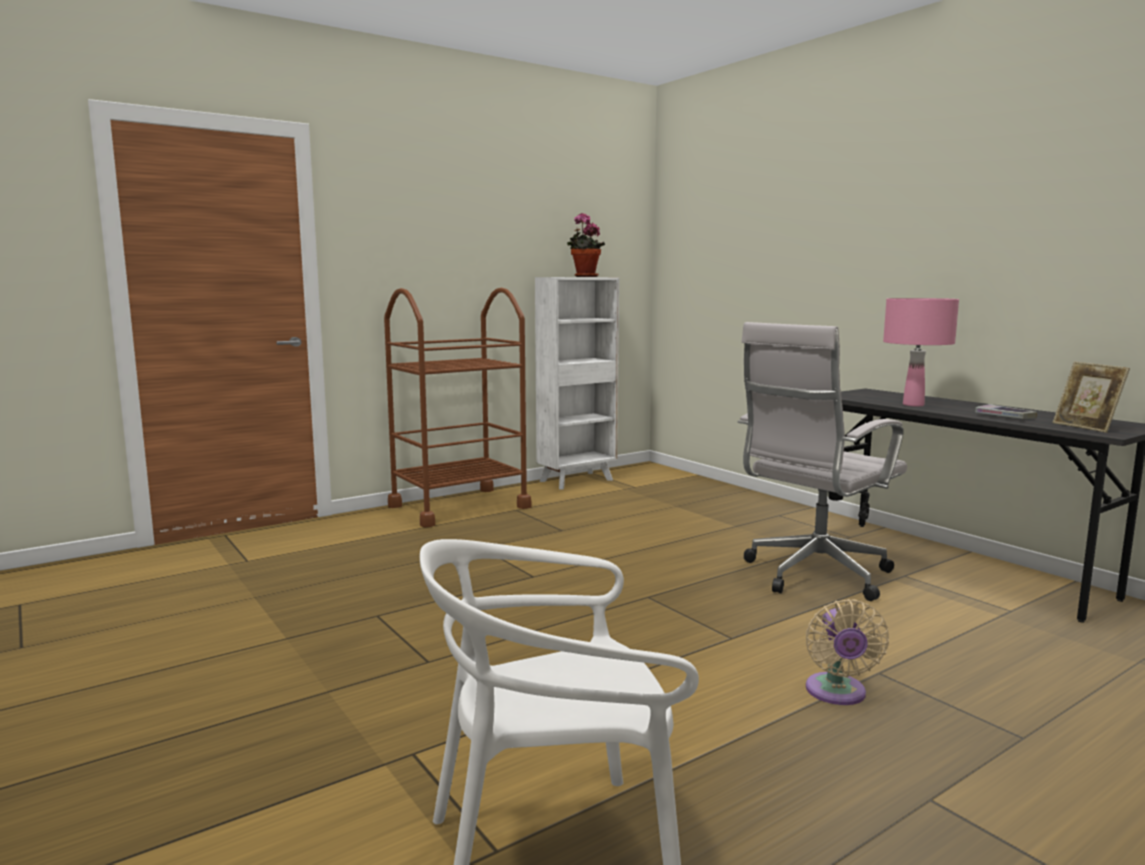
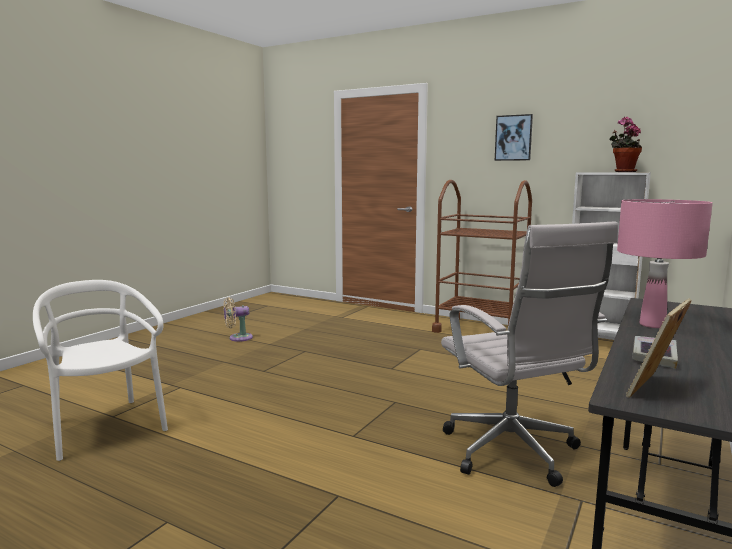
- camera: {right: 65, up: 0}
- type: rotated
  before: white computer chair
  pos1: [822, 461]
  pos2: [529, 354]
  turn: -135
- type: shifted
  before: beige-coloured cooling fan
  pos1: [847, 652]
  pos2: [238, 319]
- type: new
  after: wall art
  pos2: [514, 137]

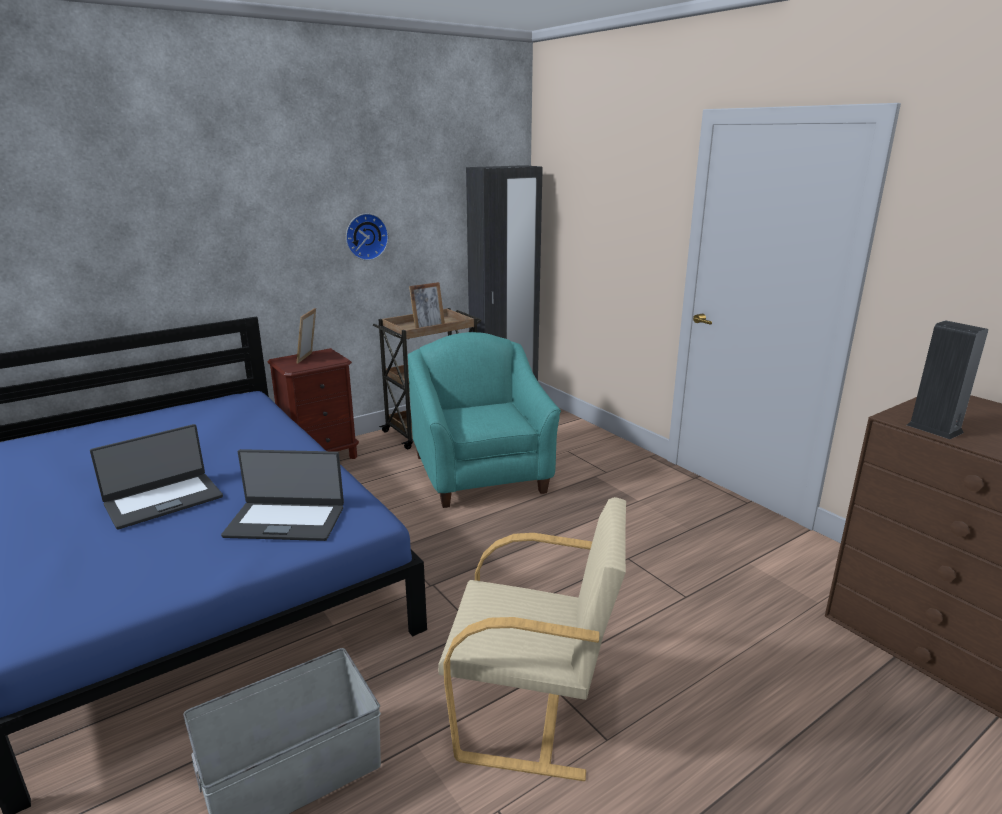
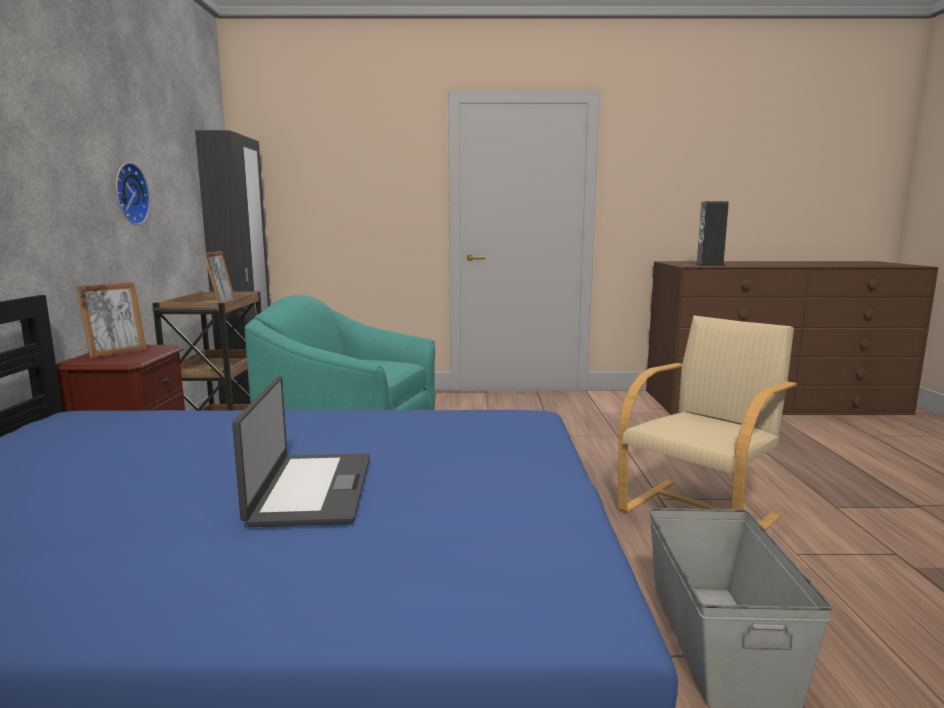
- camera: {right: -55, up: -10}
- type: gone
  before: laptop
  pos1: [282, 495]
- type: rotated
  before: photo frame
  pos1: [306, 336]
  pos2: [111, 320]
  turn: -90

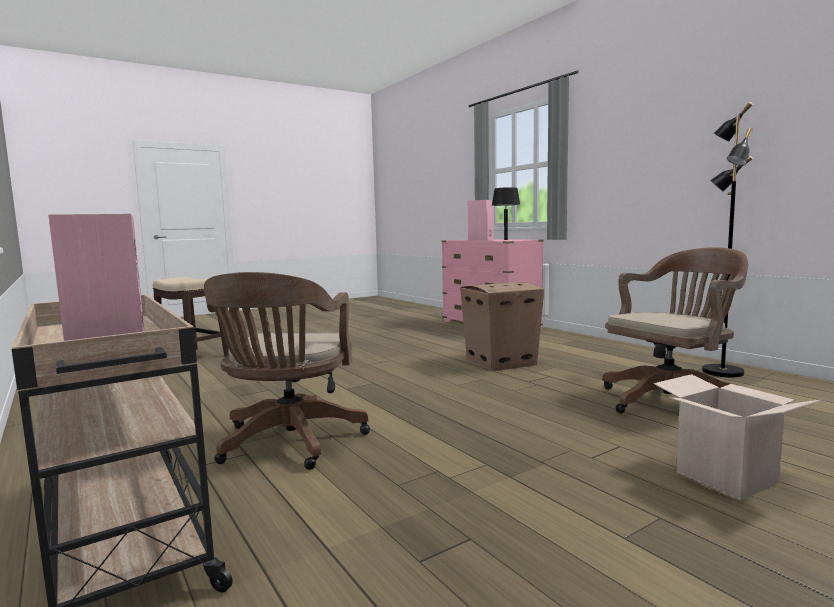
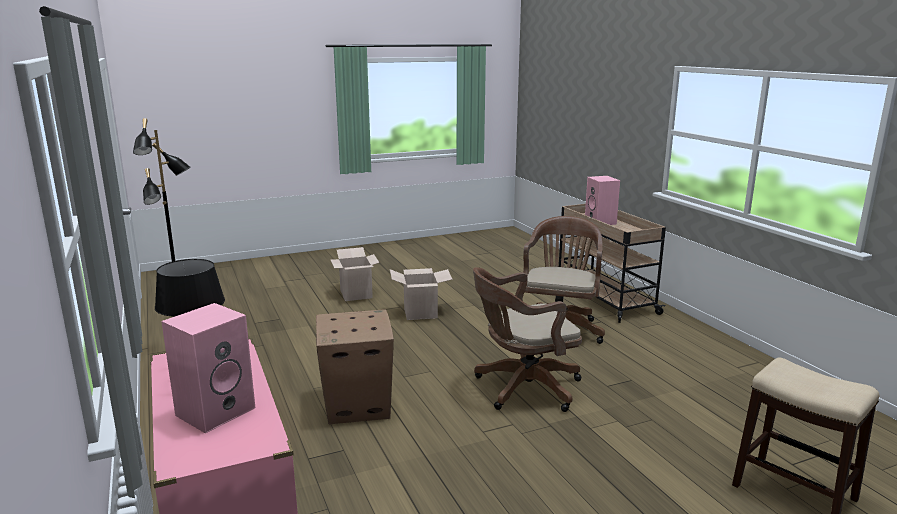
- camera: {right: -170, up: 10}
- type: shifted
  before: brown computer chair
  pos1: [675, 330]
  pos2: [527, 339]
- type: new
  after: cardboard box
  pos2: [421, 294]

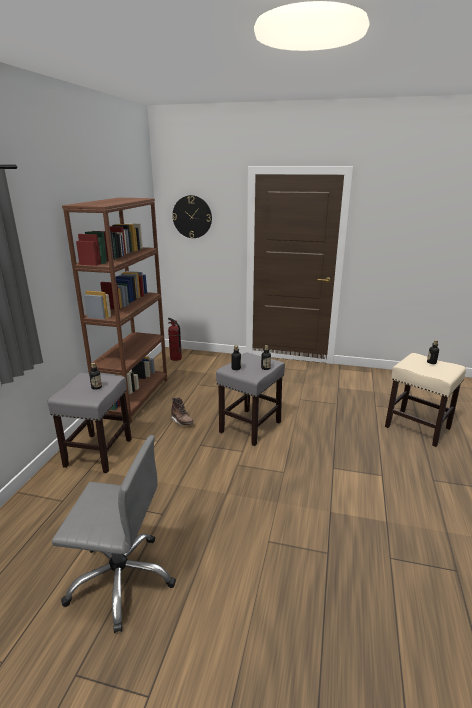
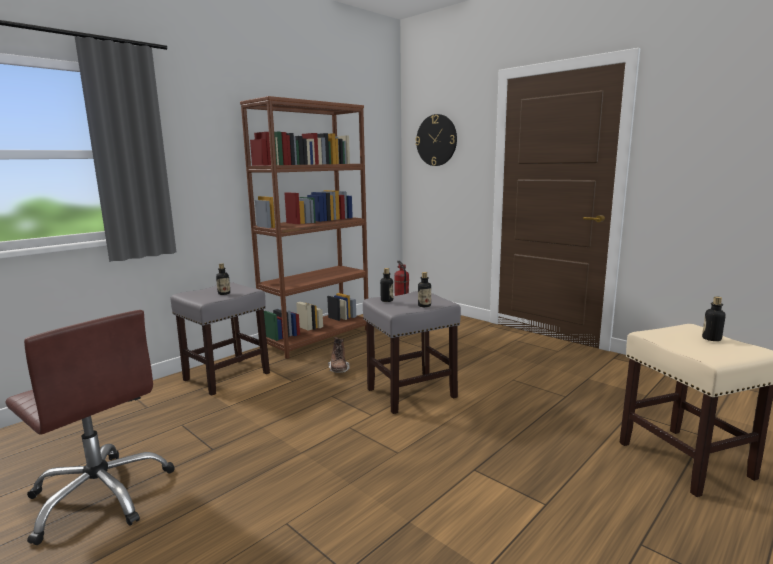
- camera: {right: 30, up: -10}
- type: repainted
  before: gray computer chair
  after: brown computer chair
  pos1: [114, 534]
  pos2: [90, 427]

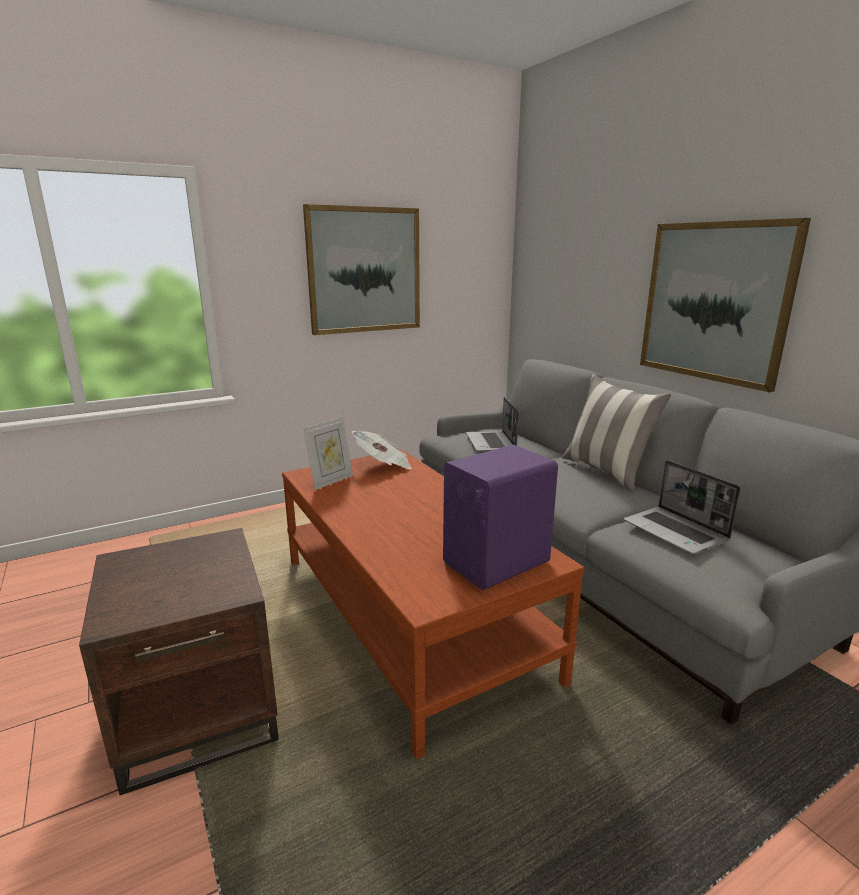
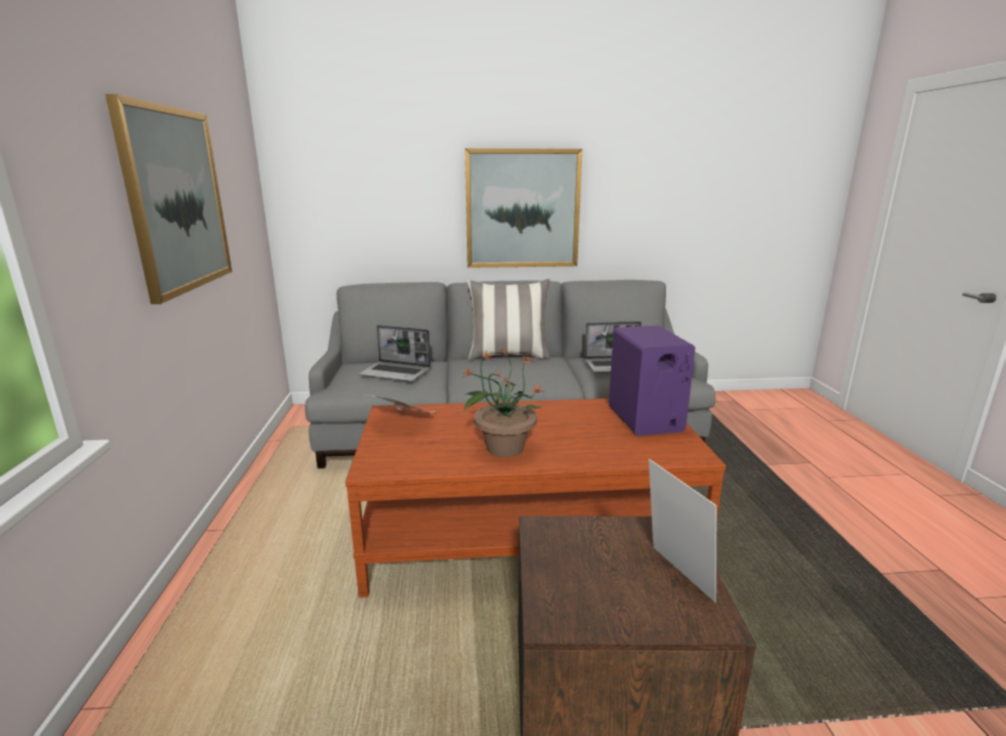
- camera: {right: -65, up: 0}
- type: shifted
  before: photo frame
  pos1: [328, 453]
  pos2: [682, 530]
- type: new
  after: houseplant
  pos2: [503, 402]

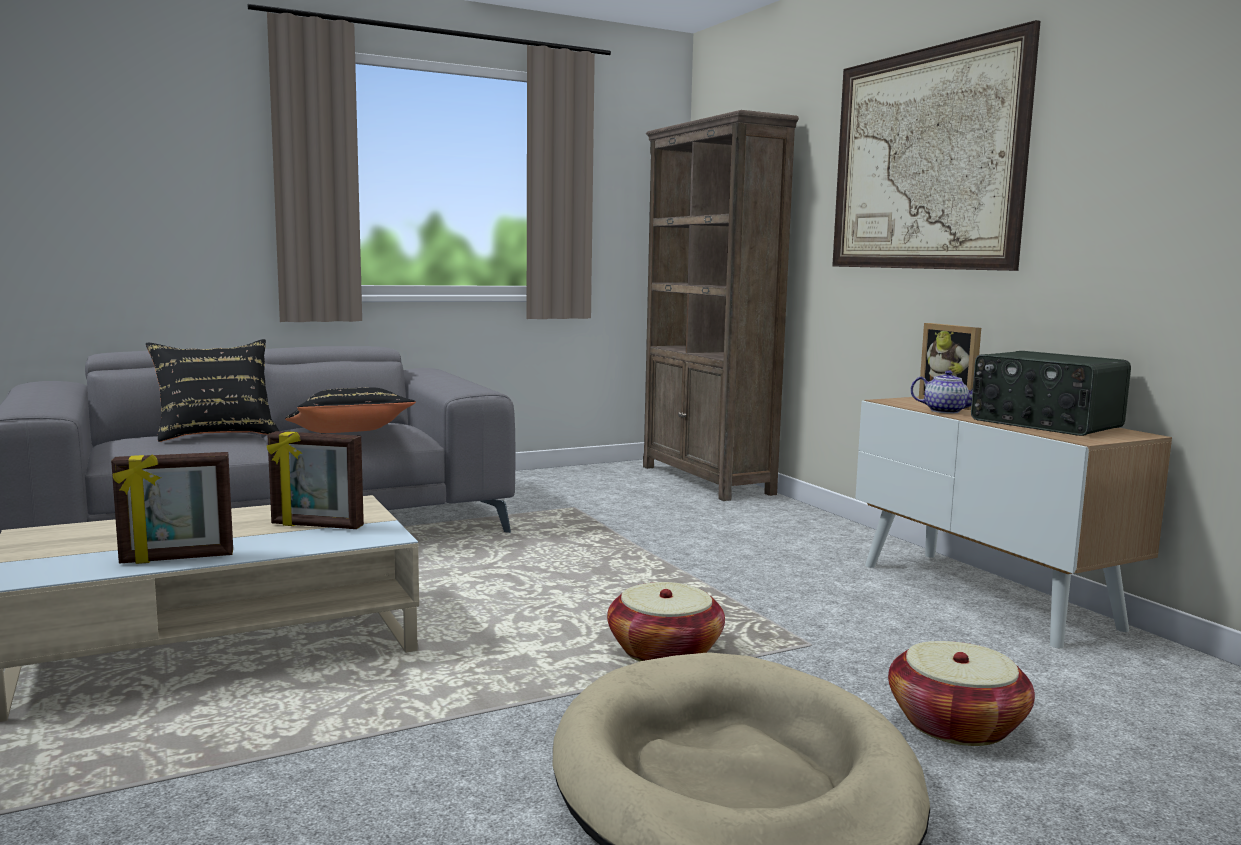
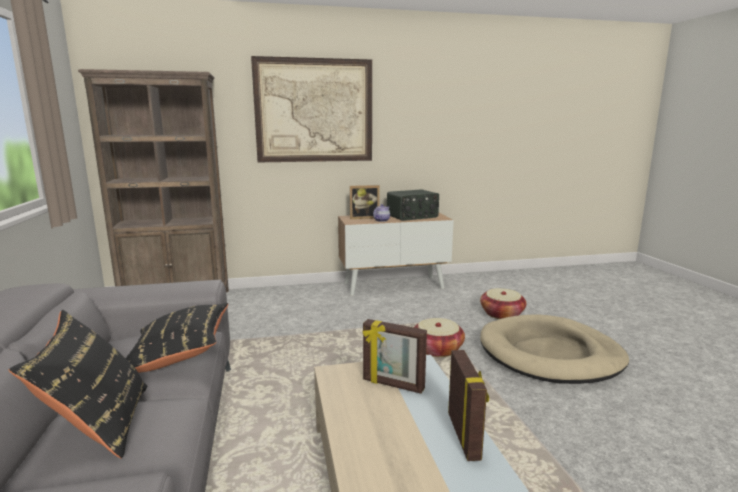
- camera: {right: -75, up: 5}
- type: rotated
  before: photo frame
  pos1: [315, 480]
  pos2: [394, 356]
  turn: 90

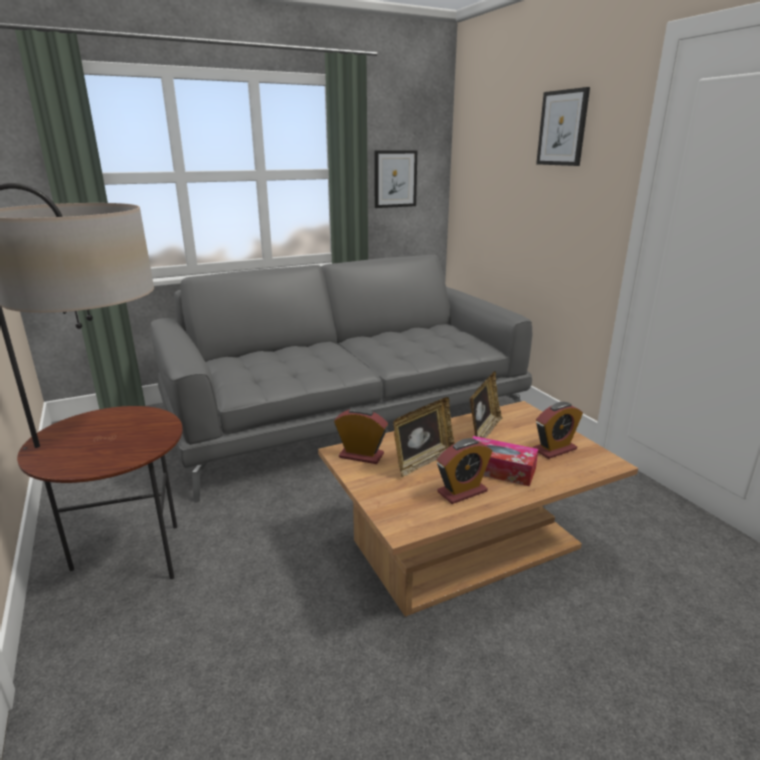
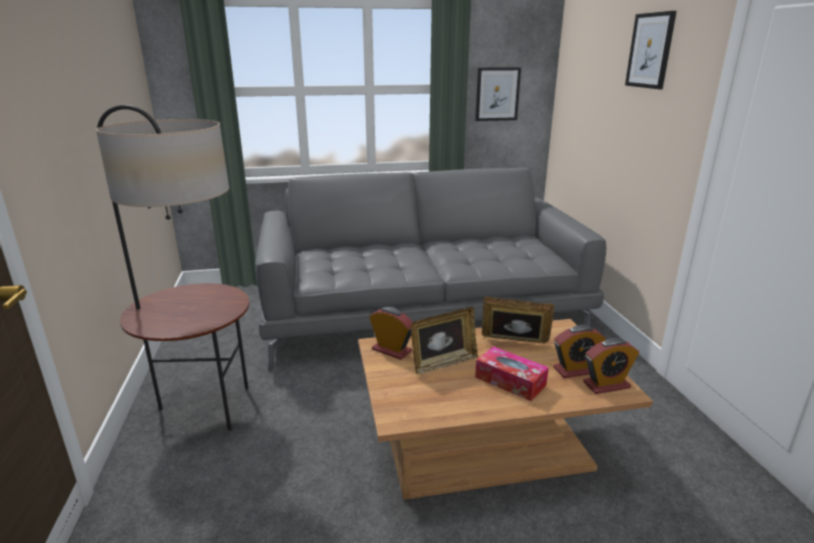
- camera: {right: 15, up: 0}
- type: shifted
  before: alarm clock
  pos1: [465, 471]
  pos2: [611, 366]
- type: rotated
  before: photo frame
  pos1: [486, 404]
  pos2: [518, 320]
  turn: -120

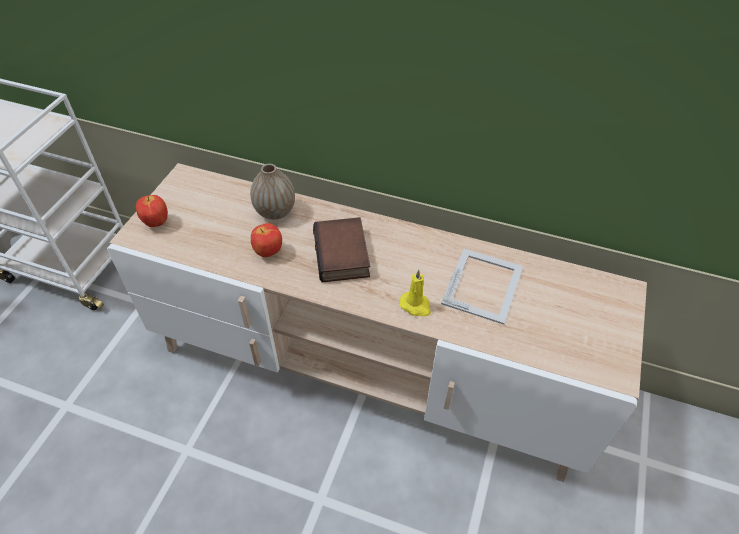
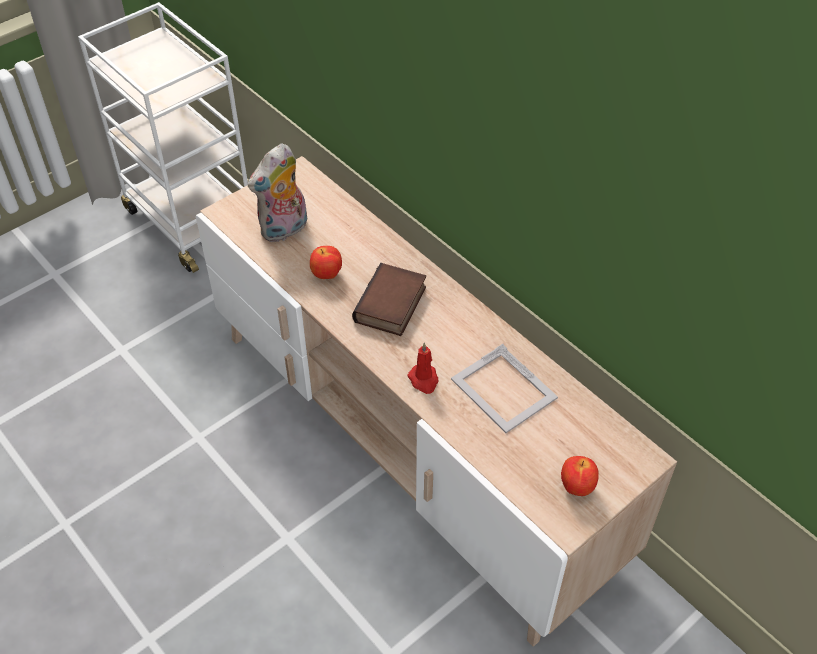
- camera: {right: 30, up: 0}
- type: shifted
  before: whole apple
  pos1: [152, 211]
  pos2: [580, 476]
- type: gone
  before: flower vase
  pos1: [272, 191]
- type: repainted
  before: yellow-coloured wax candle
  after: reddish wax candle
  pos1: [415, 292]
  pos2: [423, 368]
- type: rotated
  before: photo frame
  pos1: [482, 287]
  pos2: [504, 388]
  turn: 90
- type: new
  after: soft toy
  pos2: [277, 193]

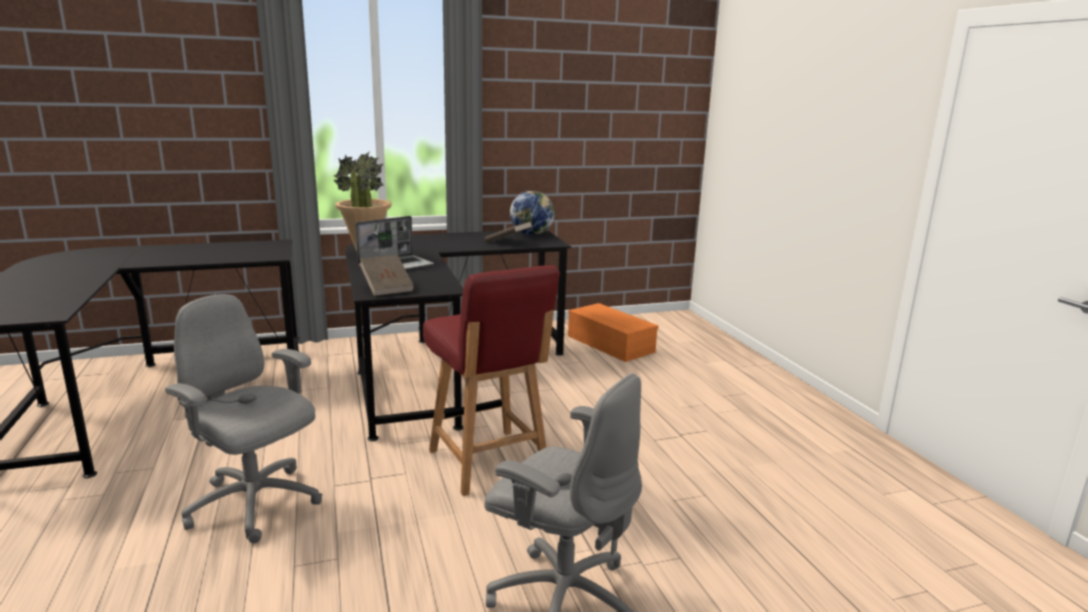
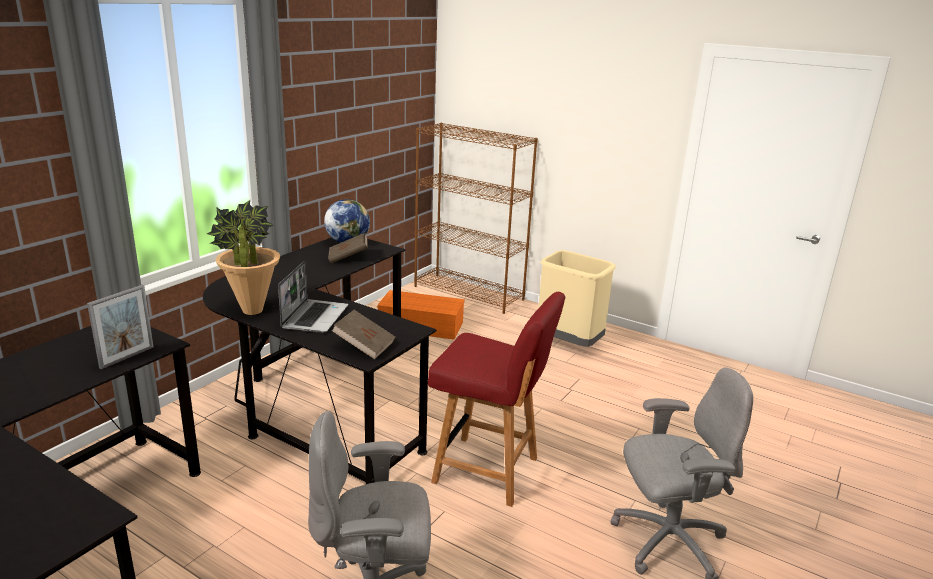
- camera: {right: -40, up: 5}
- type: new
  after: photo frame
  pos2: [120, 327]
- type: new
  after: brown shelving unit
  pos2: [476, 218]
- type: new
  after: beige-coloured trash can
  pos2: [577, 298]

